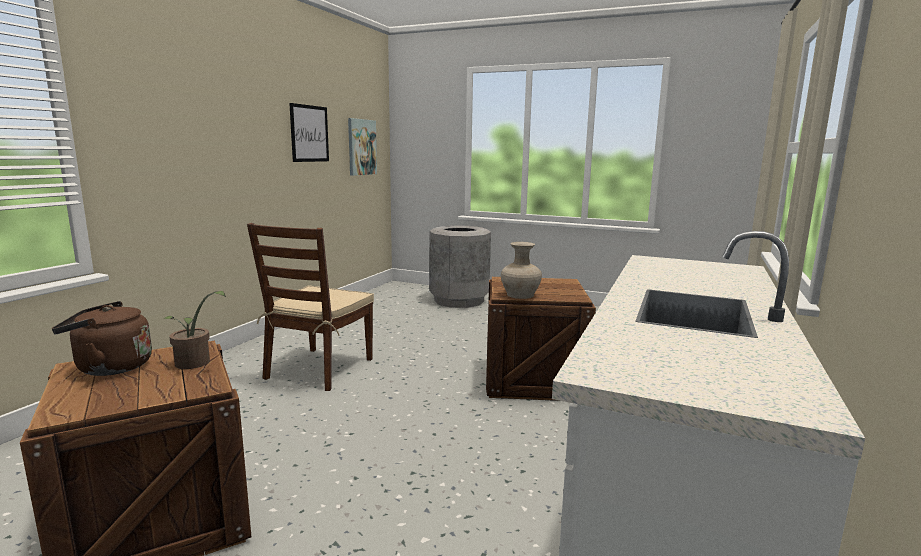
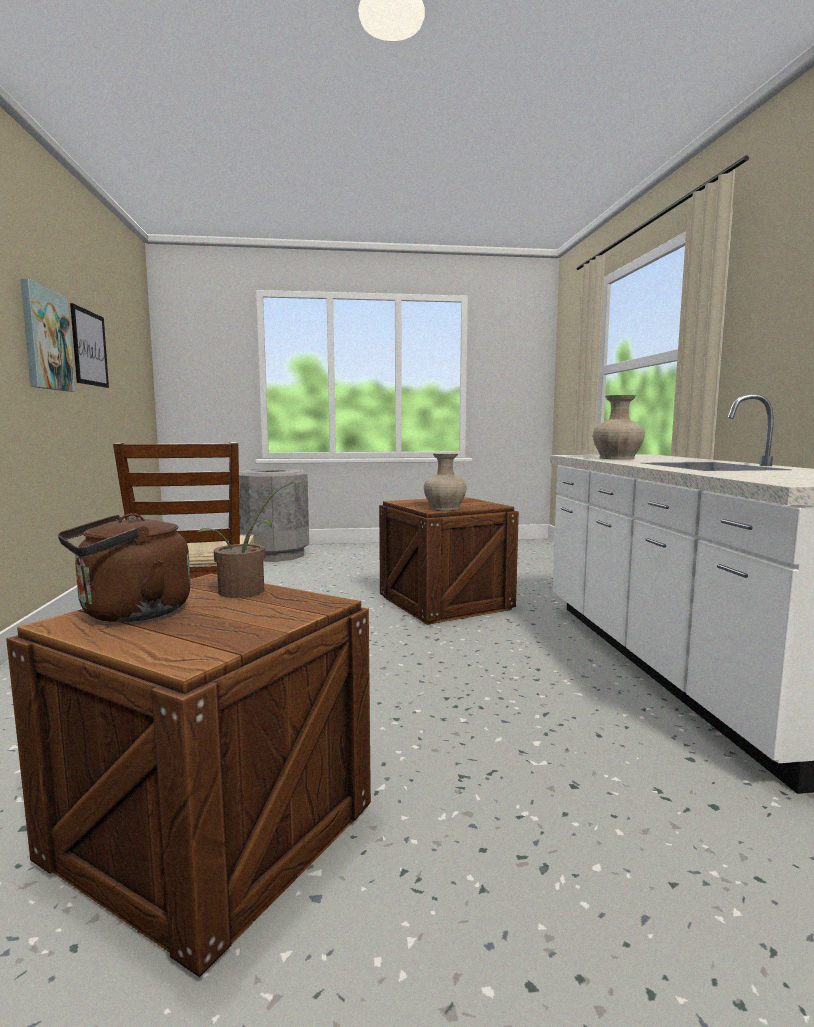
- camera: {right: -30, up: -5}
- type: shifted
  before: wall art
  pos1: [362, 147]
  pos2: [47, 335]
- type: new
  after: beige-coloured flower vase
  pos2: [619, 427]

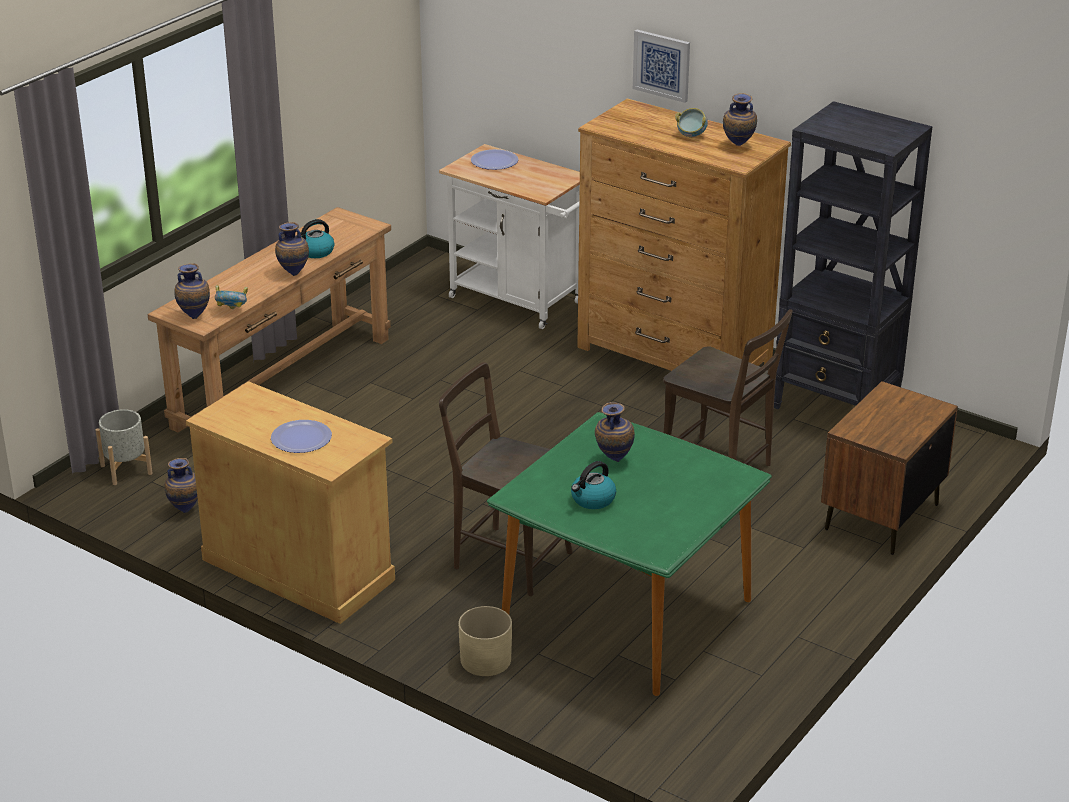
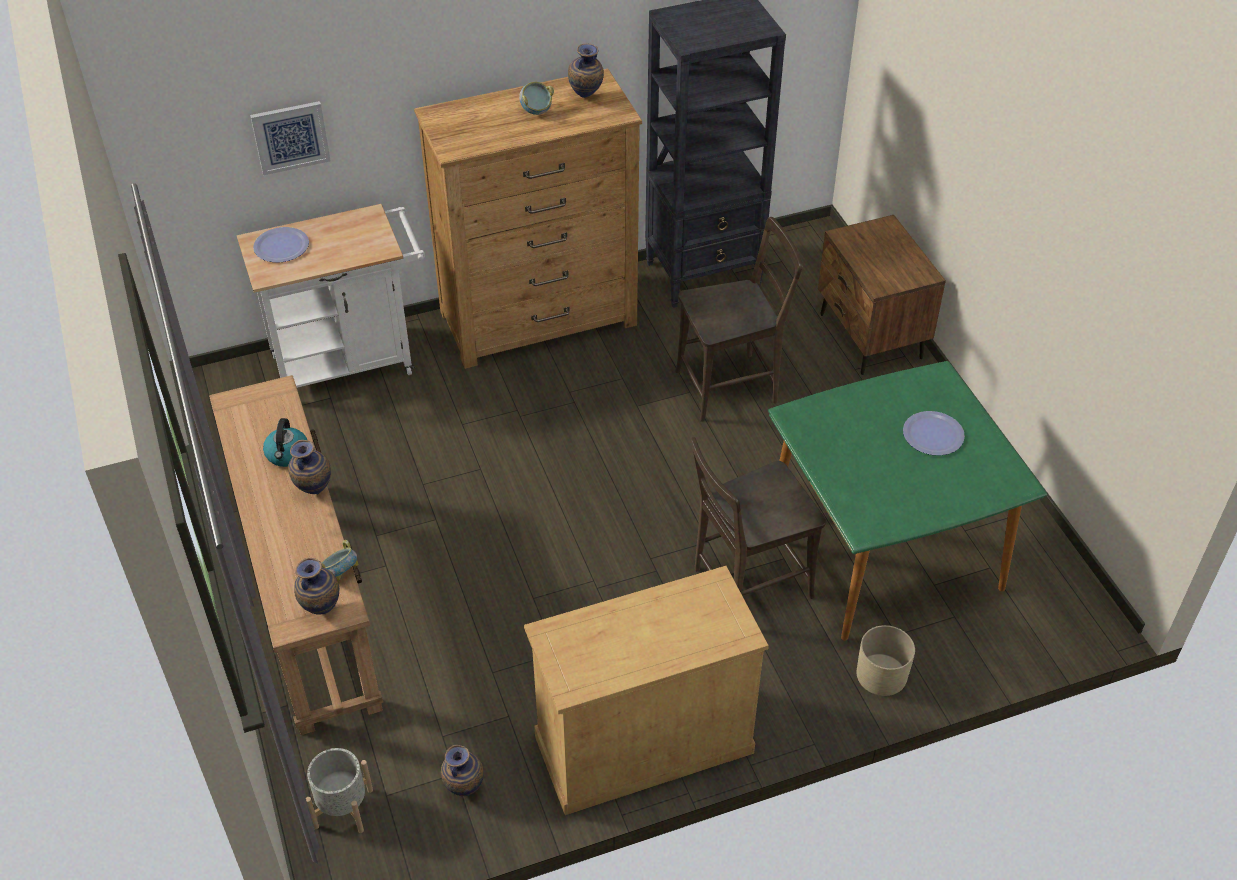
- camera: {right: -55, up: 15}
- type: shifted
  before: dinner plate
  pos1: [301, 436]
  pos2: [934, 433]
- type: gone
  before: tea kettle
  pos1: [593, 485]
- type: gone
  before: flower vase
  pos1: [615, 432]
- type: shifted
  before: wall art
  pos1: [661, 66]
  pos2: [290, 138]

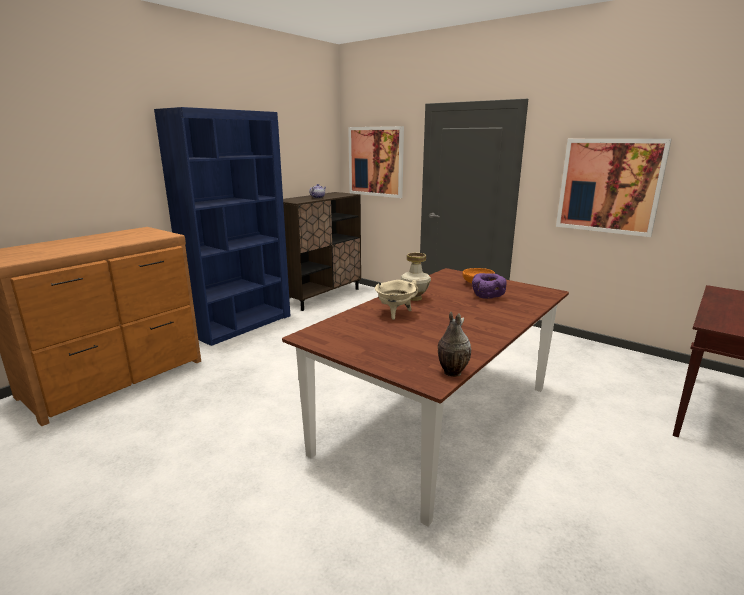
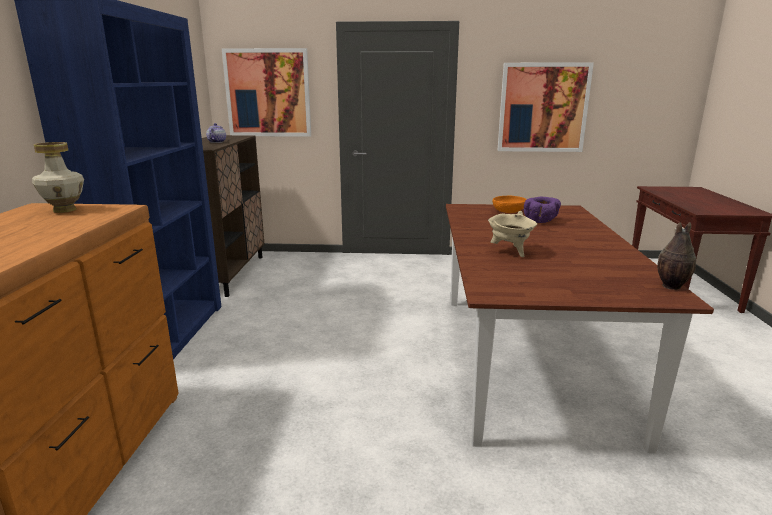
- camera: {right: -35, up: 0}
- type: shifted
  before: flower vase
  pos1: [416, 277]
  pos2: [58, 177]

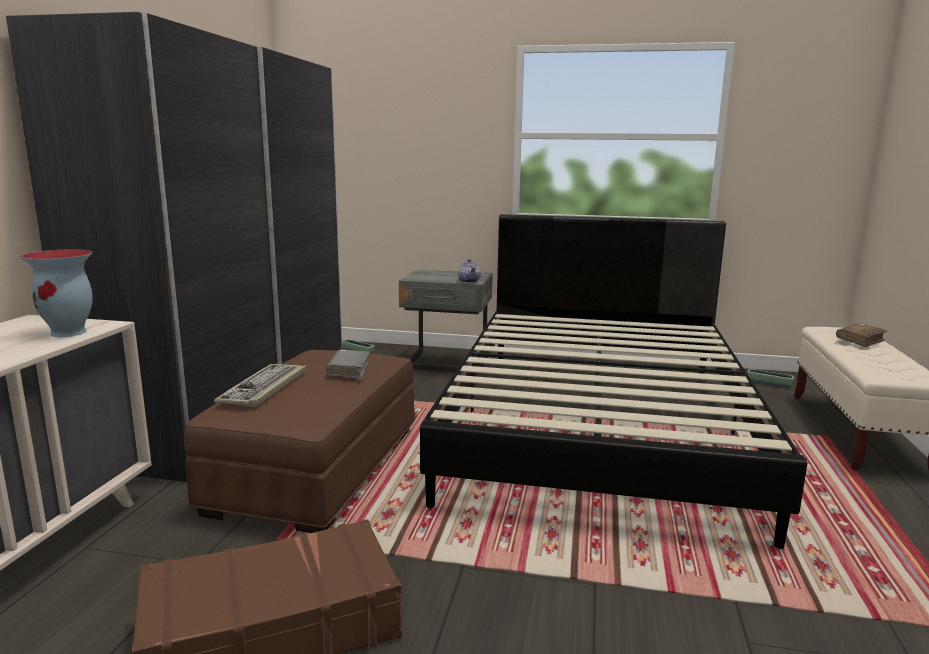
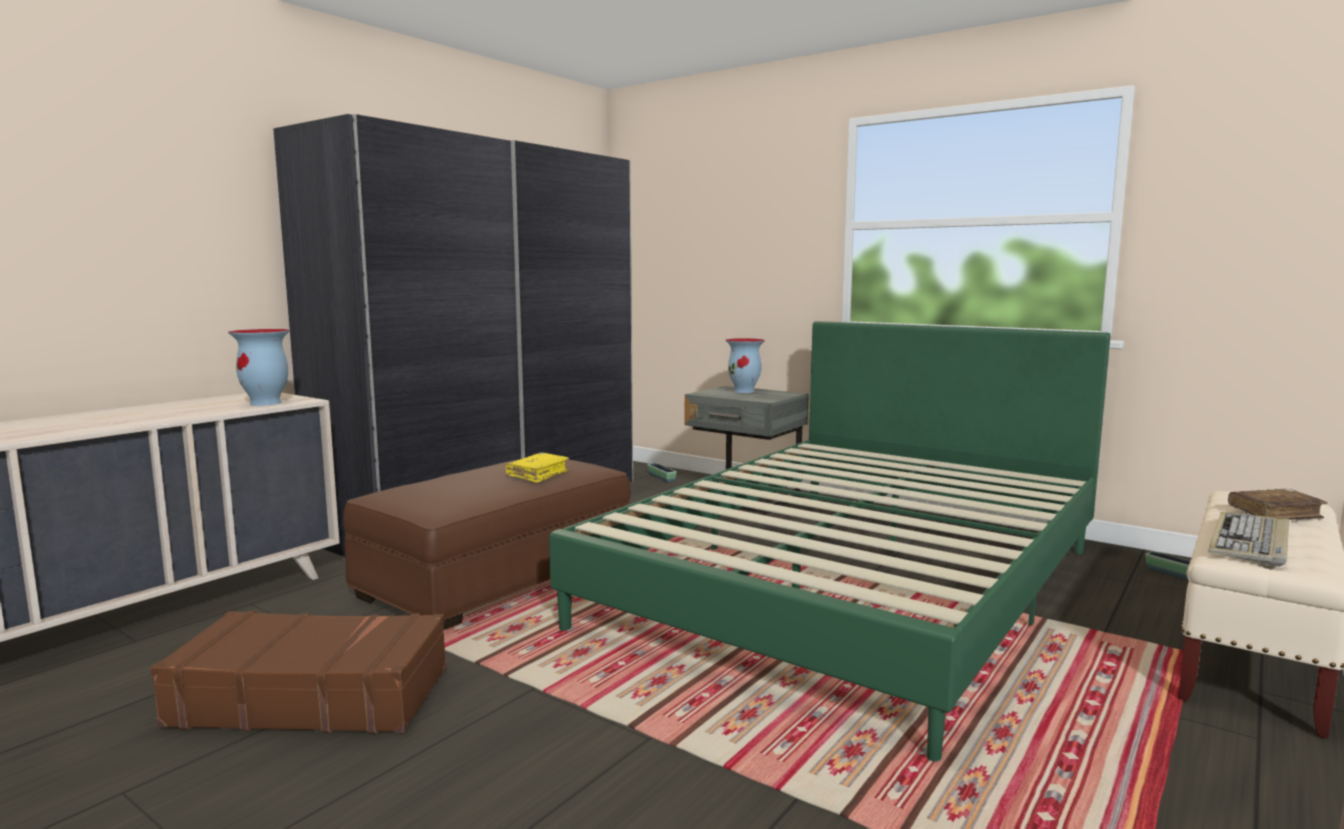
- camera: {right: 25, up: -5}
- type: shifted
  before: keyboard
  pos1: [260, 385]
  pos2: [1249, 539]
- type: repainted
  before: gray bound book
  after: yellow-coloured bound book
  pos1: [348, 364]
  pos2: [537, 468]
- type: repainted
  before: blackish bedroom bed
  after: green-coloured bedroom bed
  pos1: [613, 381]
  pos2: [830, 541]
- type: gone
  before: teapot
  pos1: [469, 271]
- type: new
  after: flower vase
  pos2: [745, 365]

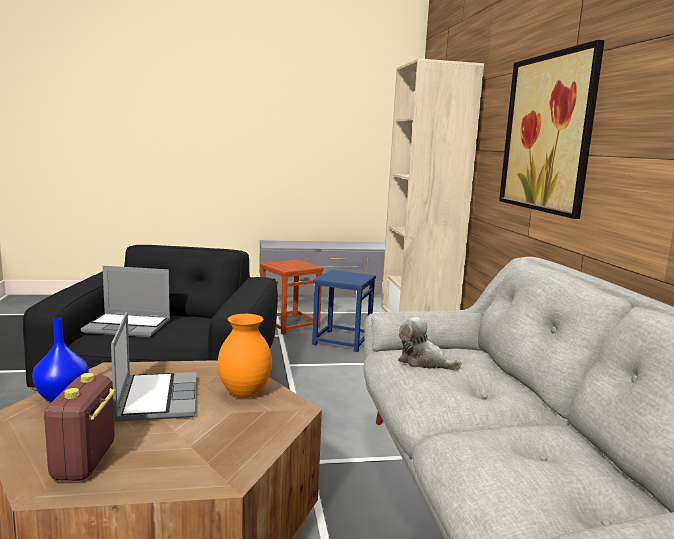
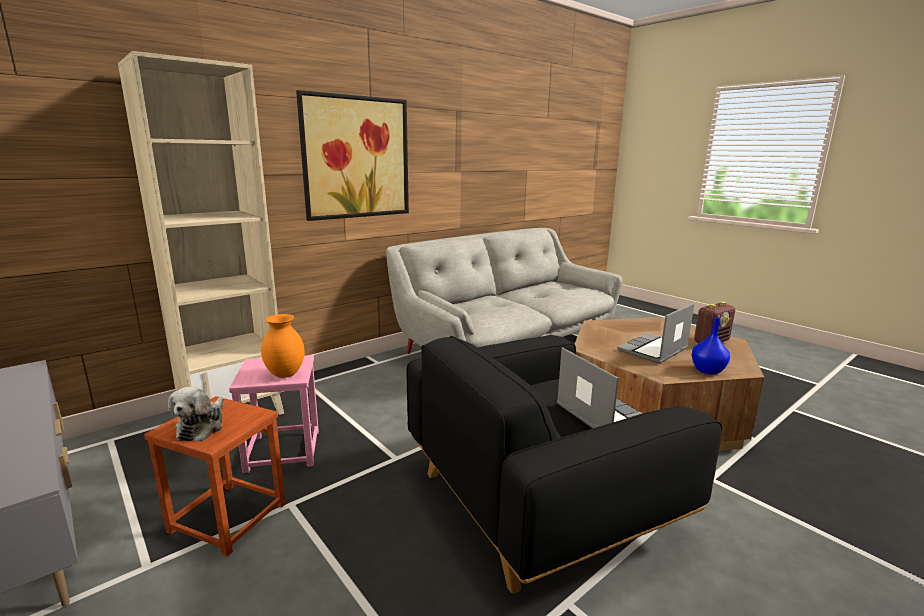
- camera: {right: -120, up: 5}
- type: shifted
  before: orangey flower vase
  pos1: [245, 356]
  pos2: [283, 346]
- type: repainted
  before: blue-coloured stool seat
  after: pink-coloured stool seat
  pos1: [344, 311]
  pos2: [274, 414]
- type: shifted
  before: soft toy
  pos1: [430, 343]
  pos2: [196, 414]

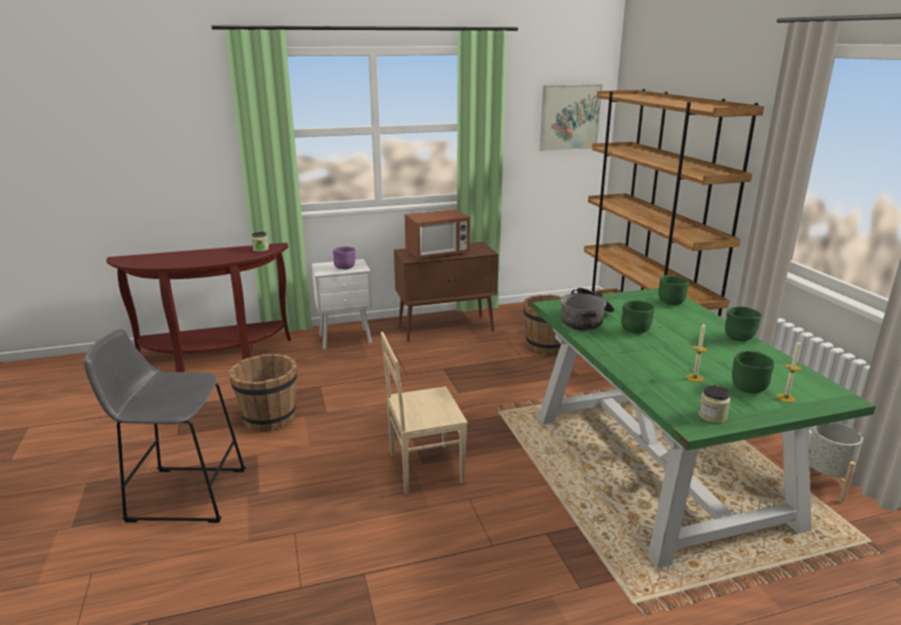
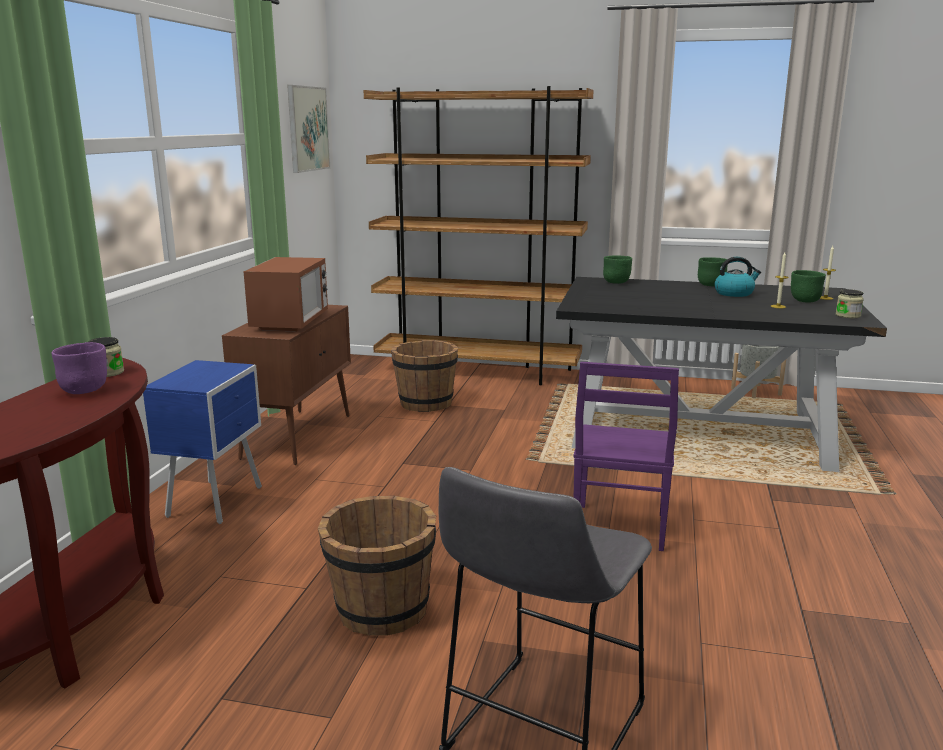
- camera: {right: -60, up: -5}
- type: repainted
  before: white nightstand
  after: blue-coloured nightstand
  pos1: [341, 304]
  pos2: [202, 442]
- type: shifted
  before: purple serving bowl
  pos1: [344, 258]
  pos2: [79, 368]
- type: repainted
  before: beige-coloured plain chair
  after: purple plain chair
  pos1: [424, 413]
  pos2: [626, 456]
- type: repainted
  before: green-coloured kitchen table
  after: blackish kitchen table
  pos1: [704, 428]
  pos2: [721, 374]
- type: gone
  before: cooking pot
  pos1: [587, 309]
- type: gone
  before: green-coloured serving bowl
  pos1: [638, 317]
- type: new
  after: tea kettle
  pos2: [737, 277]

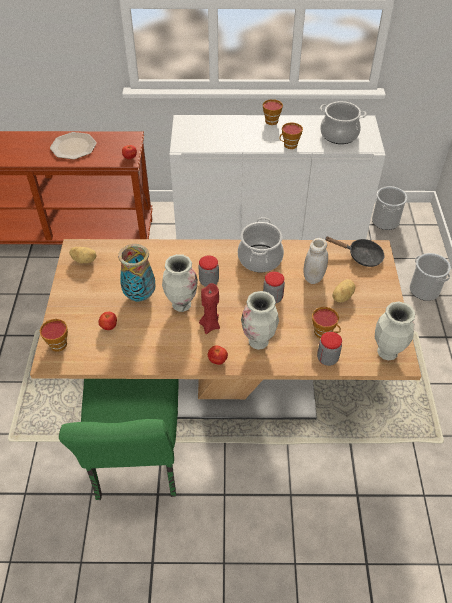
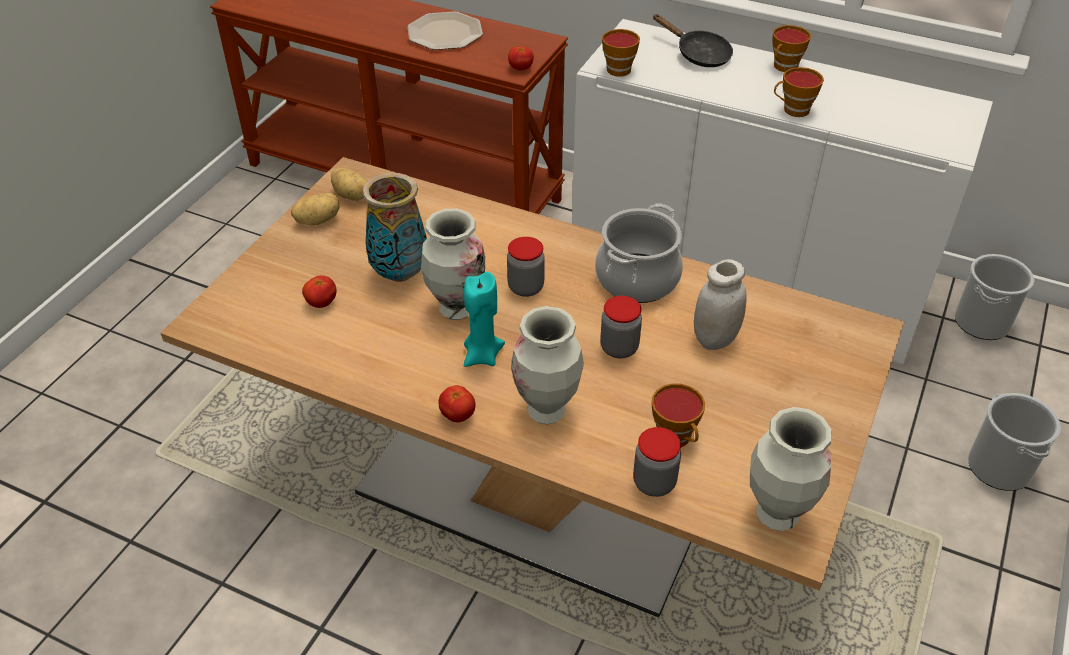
- camera: {right: 25, up: -5}
- type: shifted
  before: drinking cup
  pos1: [54, 335]
  pos2: [621, 53]
- type: gone
  before: green-coloured plain chair
  pos1: [119, 439]
- type: repainted
  before: reddish wax candle
  after: turquoise wax candle
  pos1: [209, 308]
  pos2: [484, 319]
- type: gone
  before: cooking pot
  pos1: [343, 122]
- type: shifted
  before: blackish frying pan
  pos1: [355, 252]
  pos2: [693, 40]
- type: shifted
  before: whole potato
  pos1: [343, 291]
  pos2: [315, 209]

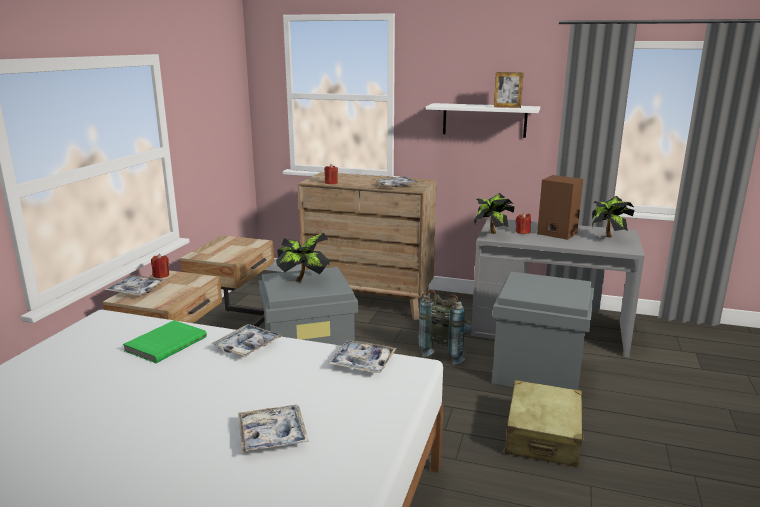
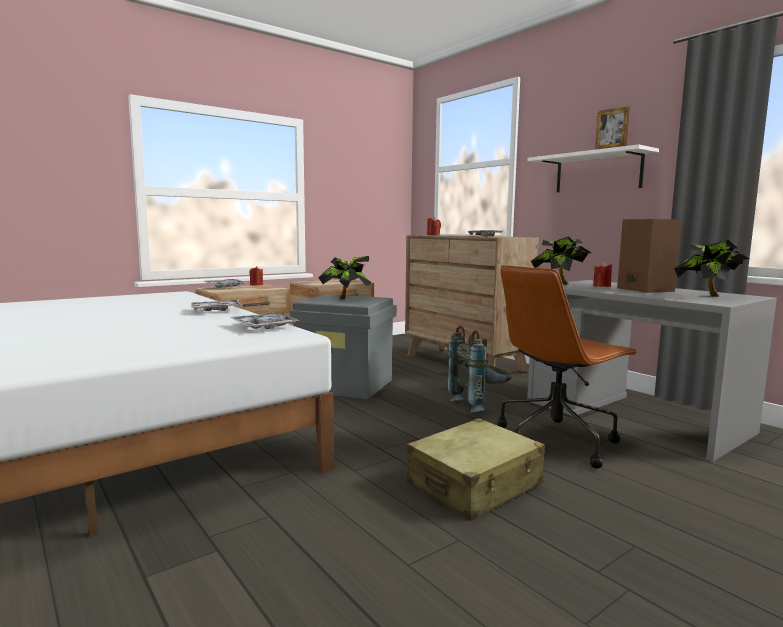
- camera: {right: 35, up: -10}
- type: gone
  before: green-coloured bound book
  pos1: [165, 341]
- type: gone
  before: carrying tray
  pos1: [273, 429]
- type: swapped
  before: gray storage bin
  after: brown computer chair
  pos1: [543, 331]
  pos2: [568, 367]

